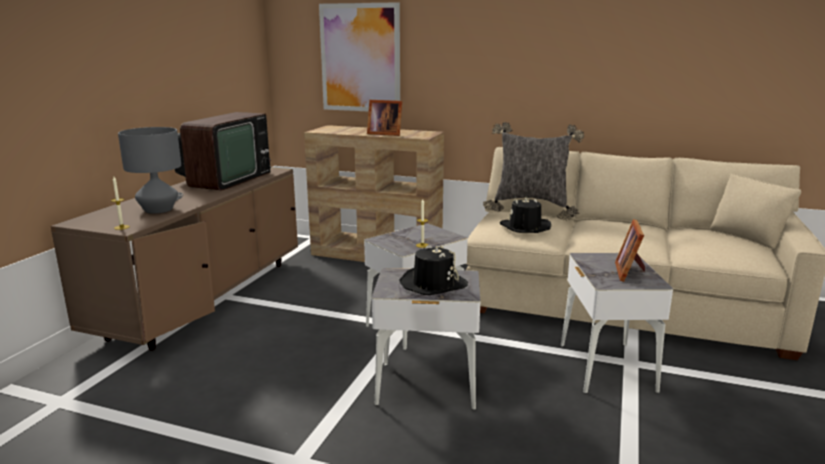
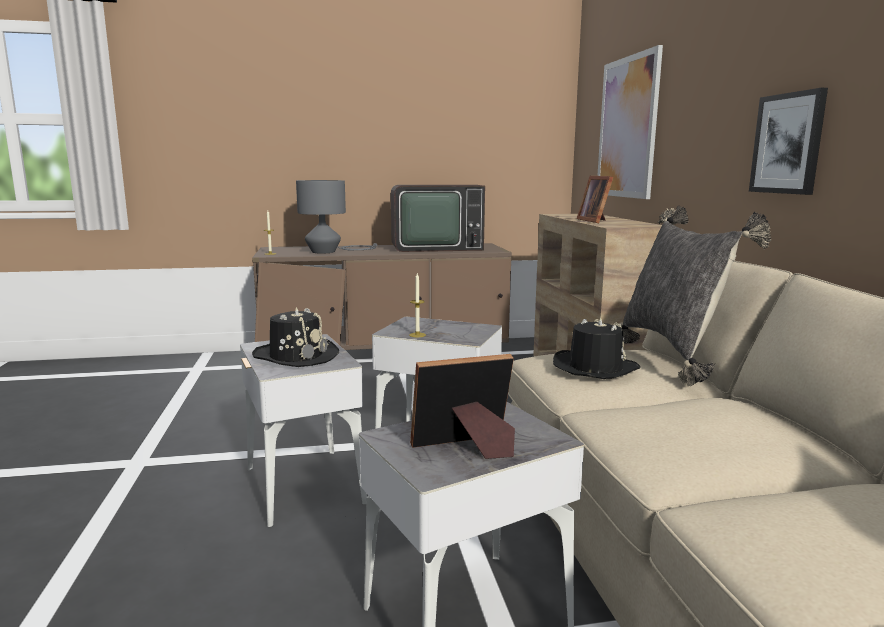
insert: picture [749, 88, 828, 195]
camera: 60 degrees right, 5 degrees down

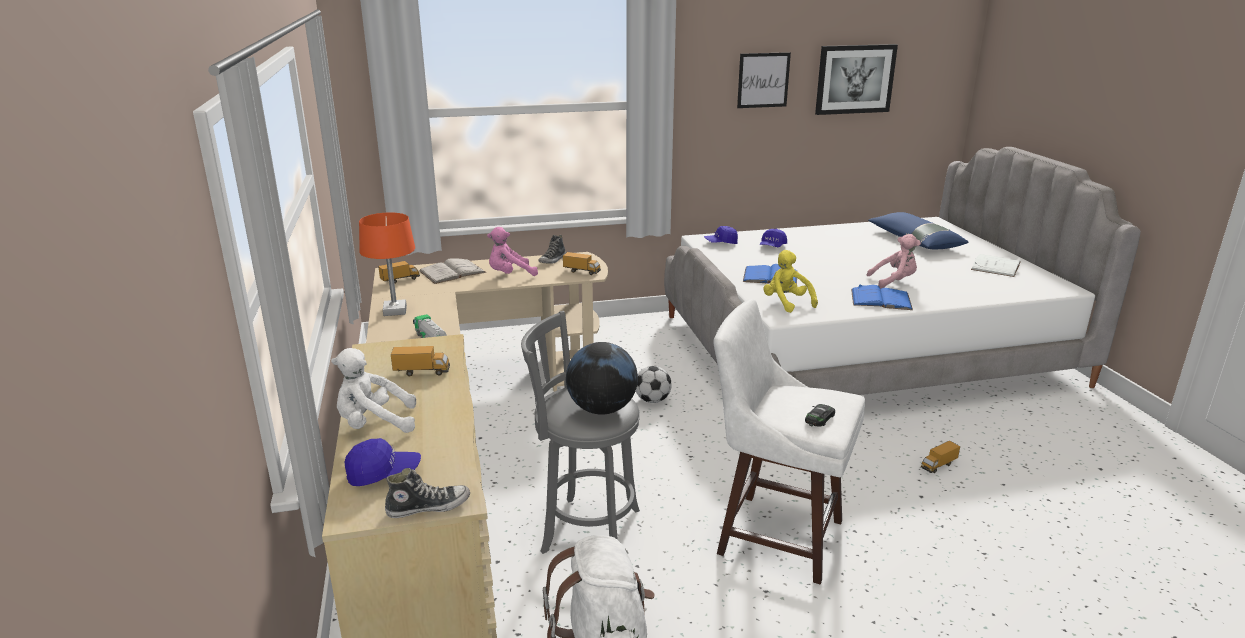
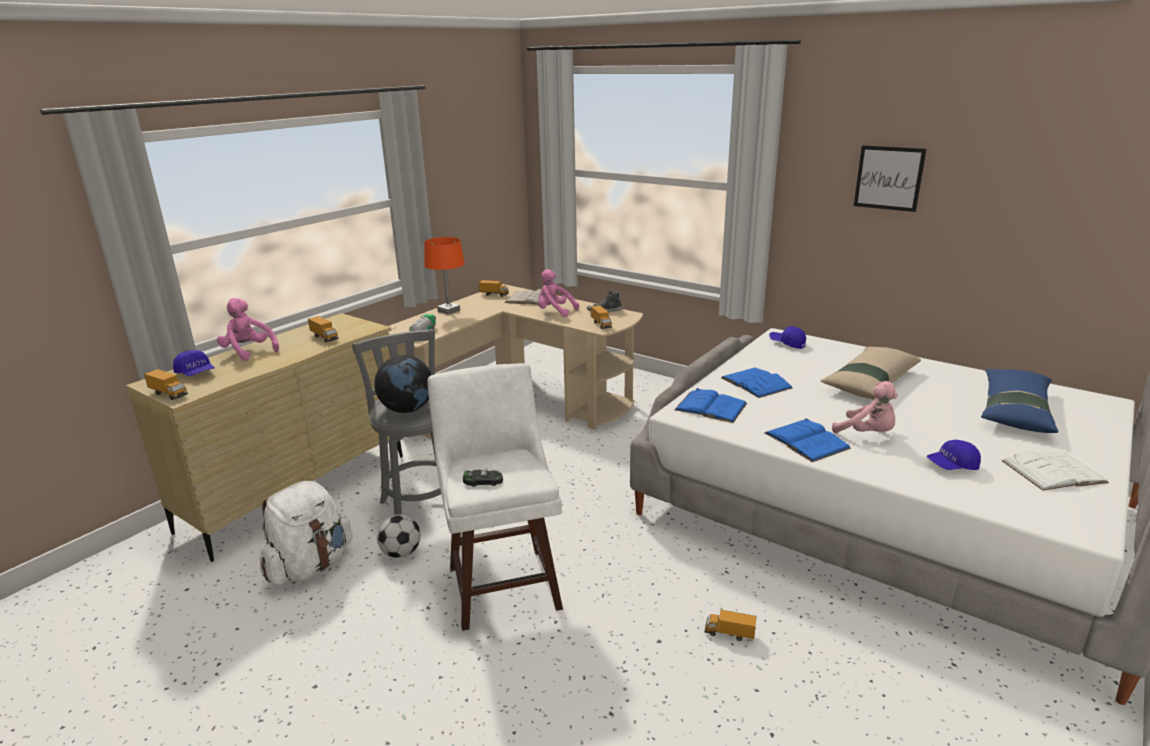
delete: picture [815, 44, 898, 115]
insert: pillow/beige [821, 346, 921, 399]
move: football [636, 366, 672, 403] to [377, 514, 421, 558]; cap/blue [760, 229, 787, 247] to [926, 440, 981, 470]
replace: shoe [385, 468, 470, 518] to toy truck [144, 369, 188, 400]; plush toy/yellow [763, 250, 818, 313] to book/blue [674, 388, 747, 423]
recolor: plush toy/white [331, 348, 416, 433] to plush toy/pink [217, 298, 279, 361]
camera: 50 degrees right, 0 degrees up

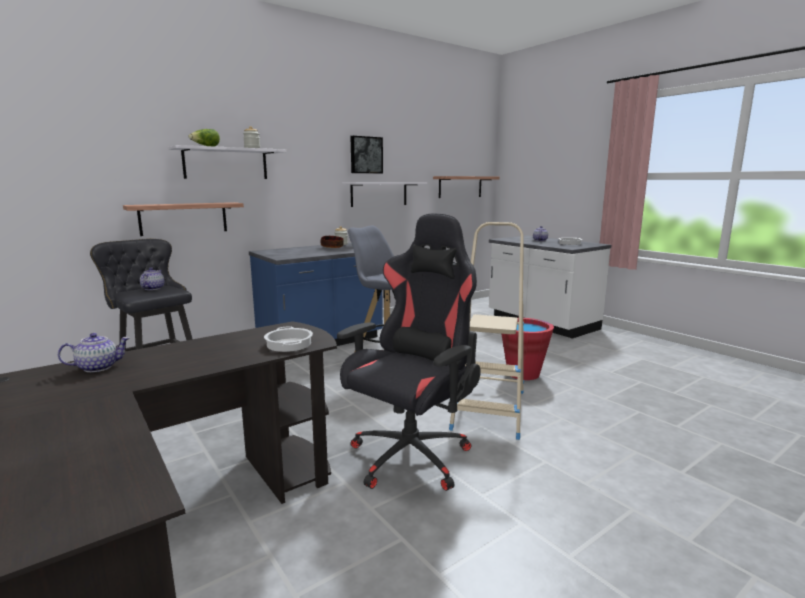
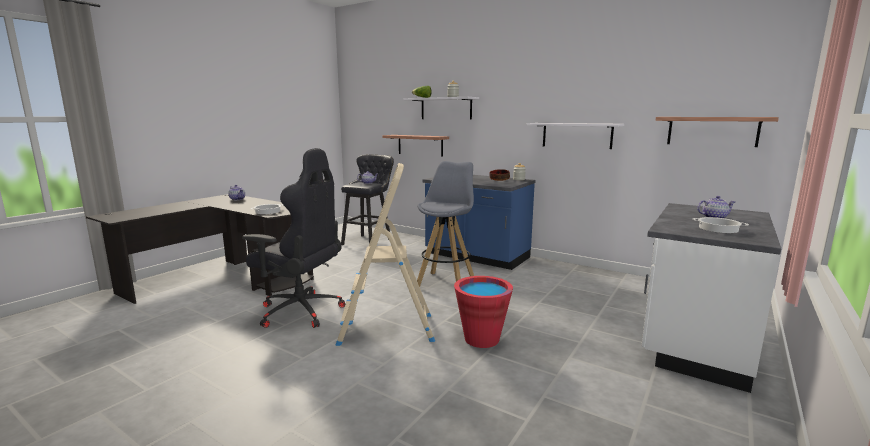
delete: picture [350, 136, 383, 174]
camera: 70 degrees right, 0 degrees up

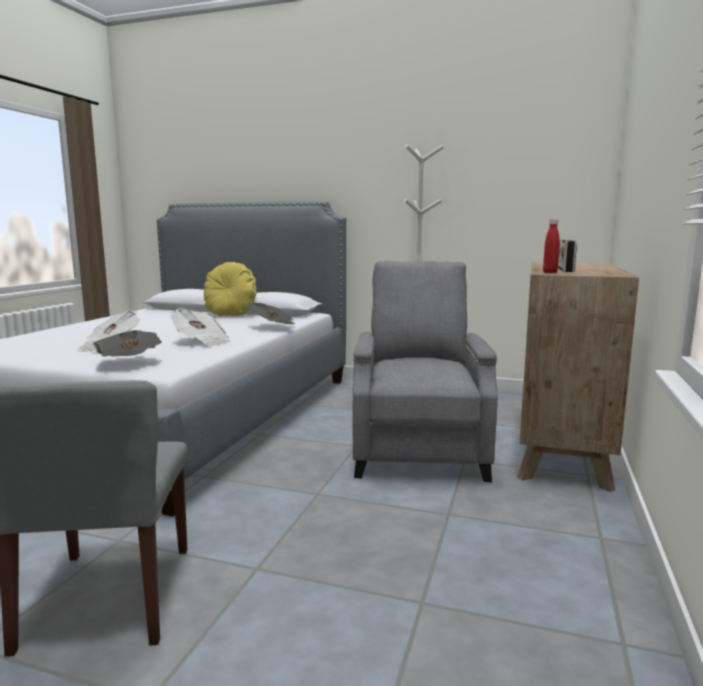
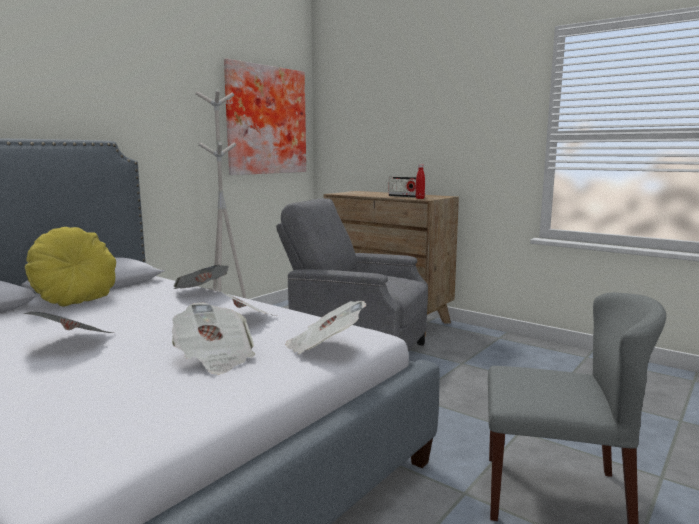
insert: newspaper [24, 312, 115, 333]; picture [224, 58, 306, 175]
camera: 70 degrees left, 0 degrees up

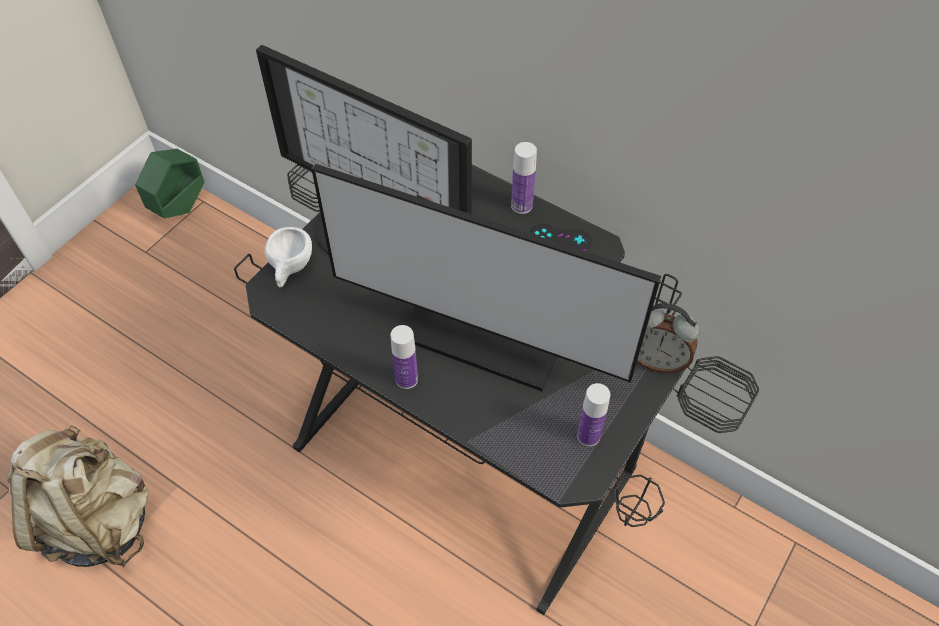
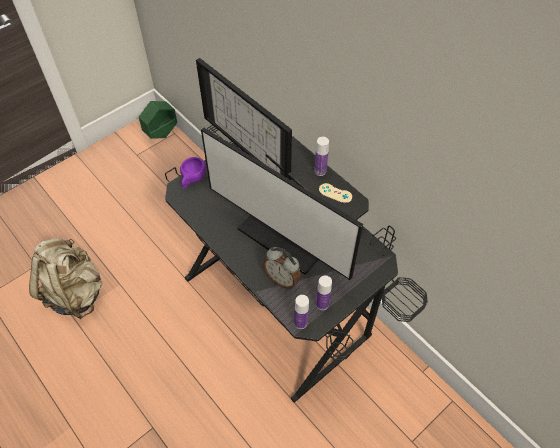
move: alarm clock [637, 303, 700, 373] to [263, 247, 301, 289]; bottle [390, 325, 418, 389] to [294, 295, 309, 329]
recolor: cup/white [265, 227, 312, 287] to cup/purple [180, 157, 206, 189]; game controller/black [530, 224, 592, 251] to game controller/beige [319, 183, 352, 203]
camera: 15 degrees right, 0 degrees up

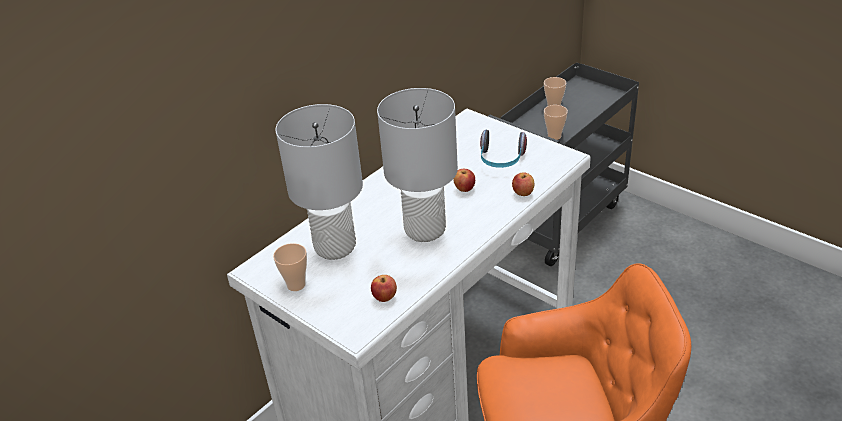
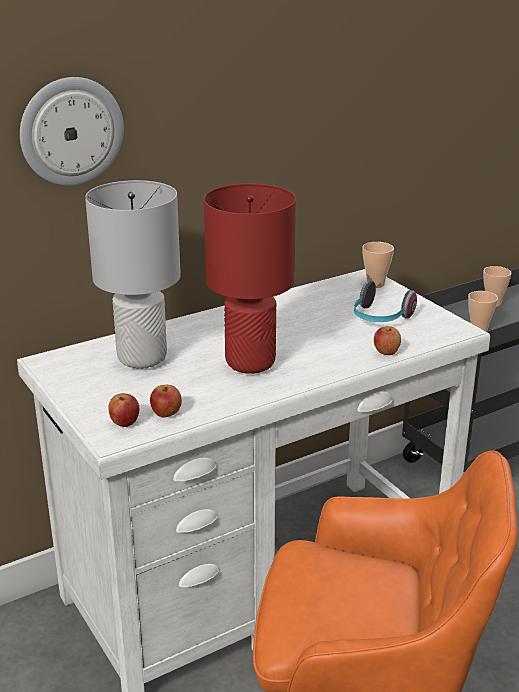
insert: wall clock [20, 77, 124, 186]
move: apple [453, 169, 475, 192] to [108, 393, 139, 427]; cup [273, 243, 307, 291] to [362, 242, 394, 288]
recolor: table lamp/grey [377, 88, 458, 242] to table lamp/red [204, 183, 296, 374]
camera: 15 degrees right, 10 degrees down

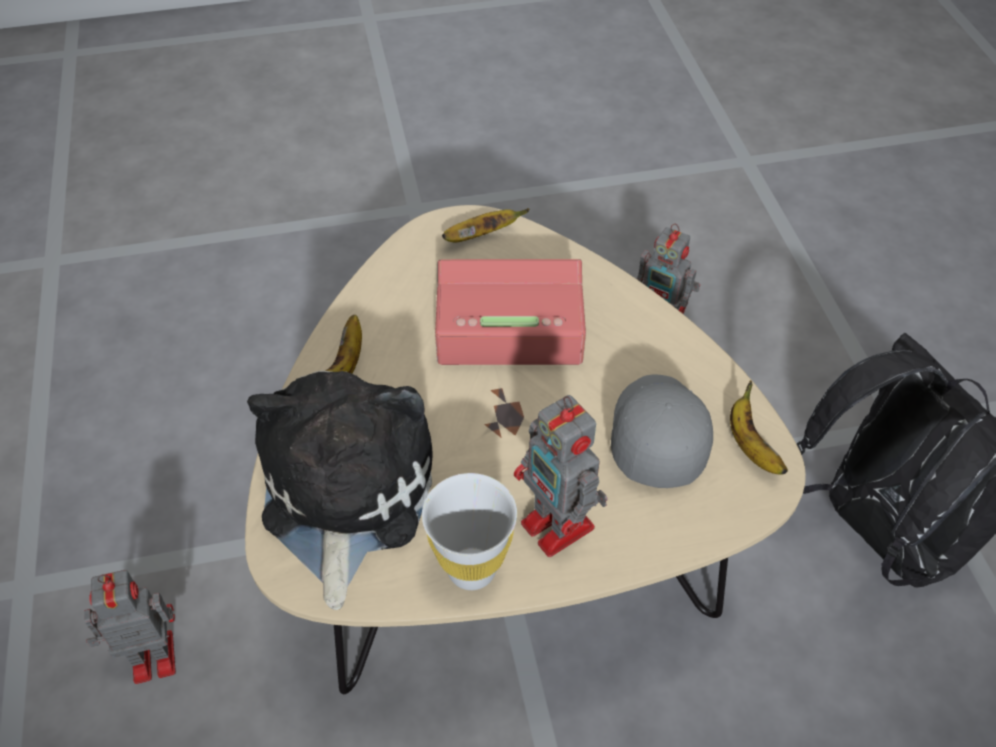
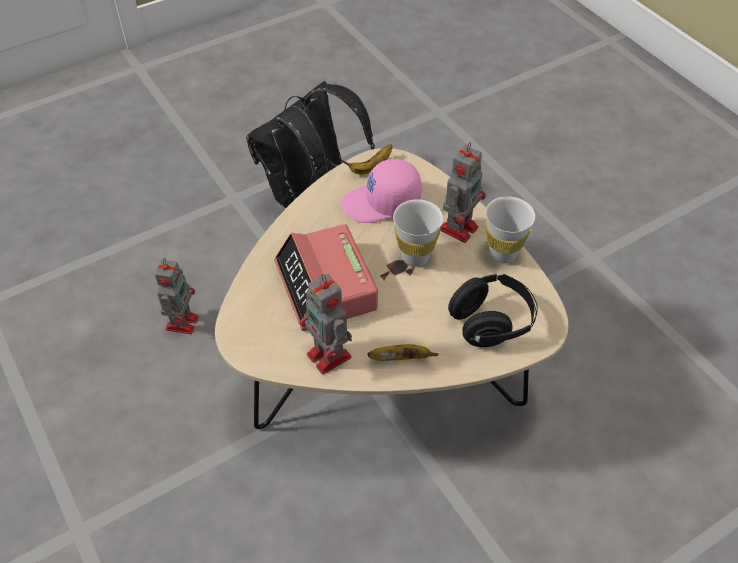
delete: banana [442, 208, 530, 242]
insert: cup/white [393, 199, 443, 267]
move: toy robot [84, 570, 176, 684] to [300, 274, 352, 374]
replace: plush toy [247, 371, 433, 610] to headphones/black [448, 274, 538, 347]
recolor: cap/grey [611, 375, 713, 488] to cap/pink [341, 159, 422, 223]
camera: 110 degrees left, 0 degrees up

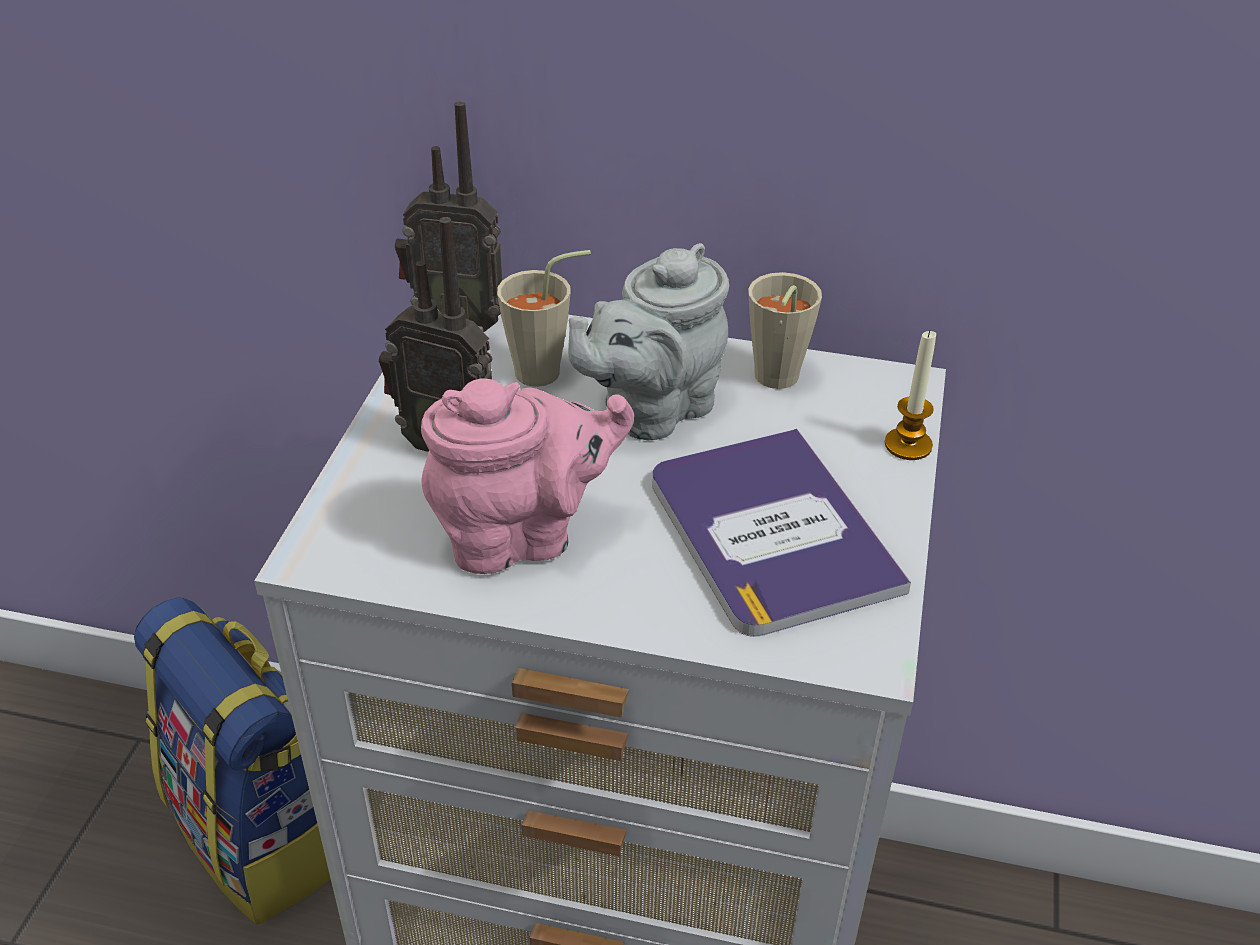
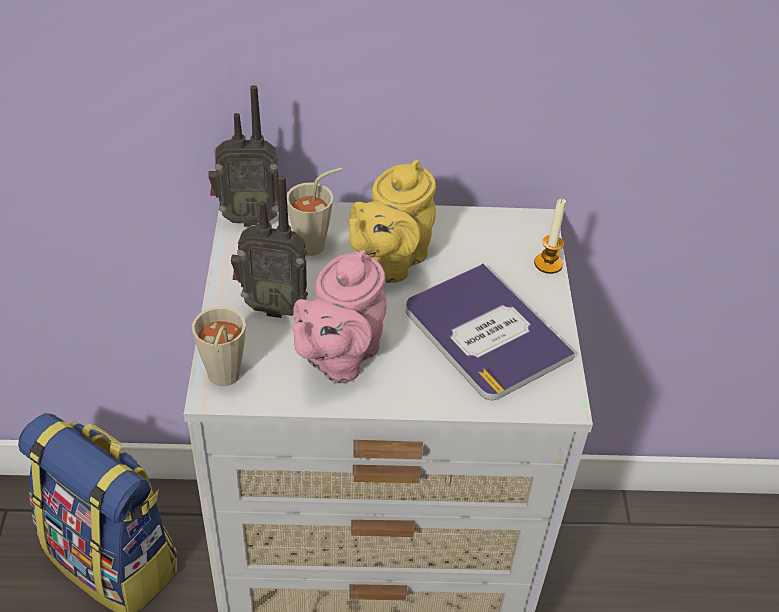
move: cup/beige [748, 272, 822, 389] to [192, 306, 246, 386]
recolor: teapot/grey [568, 243, 729, 440] to teapot/yellow [349, 160, 436, 283]
rotate: teapot/pink [421, 378, 634, 574] = [292, 250, 387, 383] 150 degrees clockwise
camera: 15 degrees left, 5 degrees up

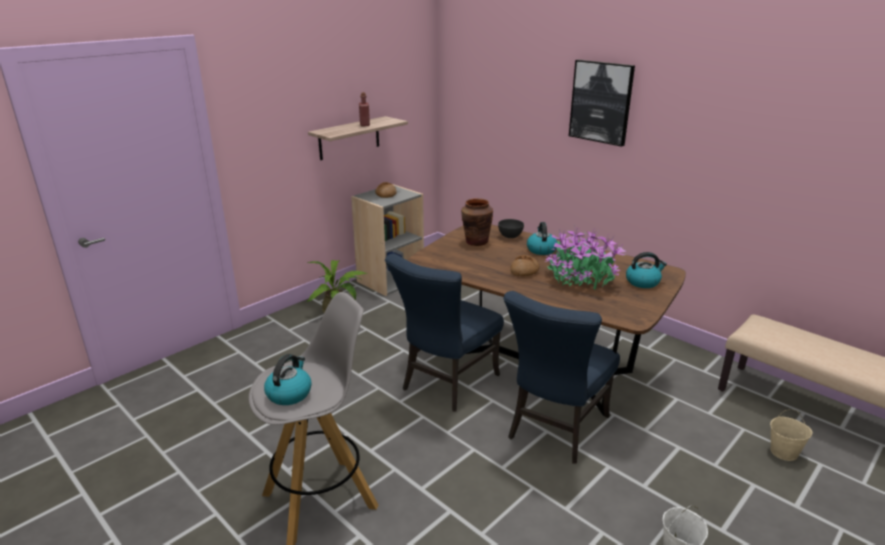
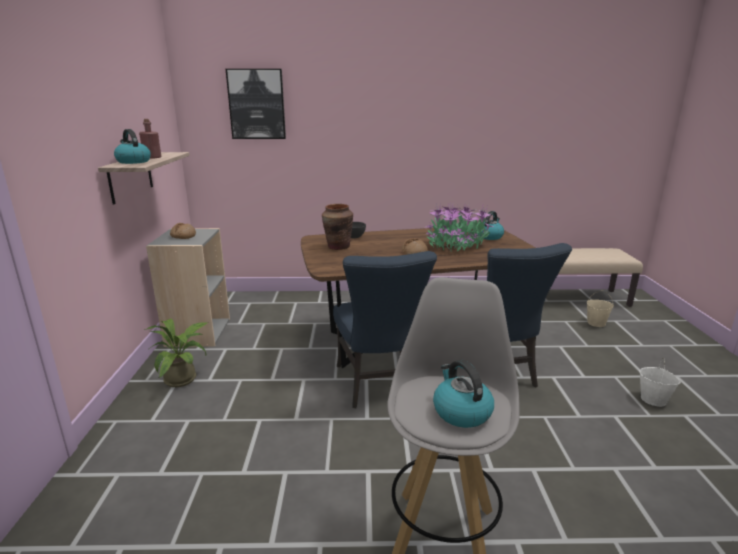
move: kettle [527, 222, 557, 255] to [114, 129, 151, 164]; picture [569, 60, 635, 147] to [226, 69, 286, 139]
camera: 45 degrees left, 5 degrees down

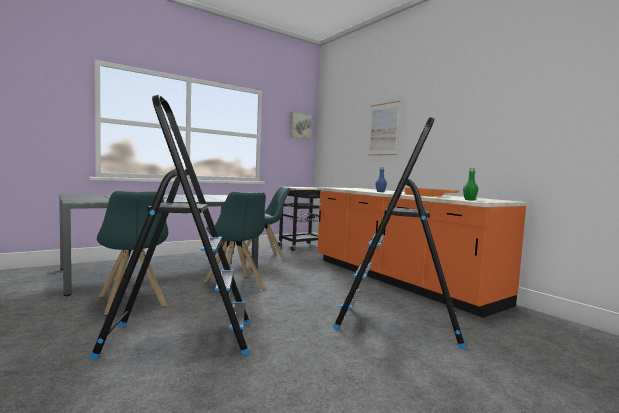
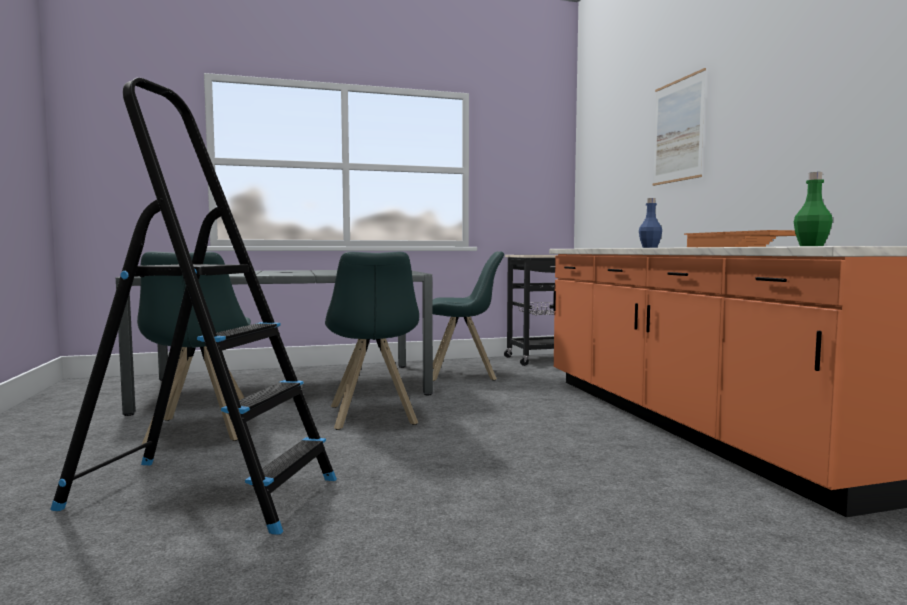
delete: picture [289, 112, 313, 140]; step ladder/black [333, 117, 466, 349]
camera: 20 degrees right, 0 degrees up

